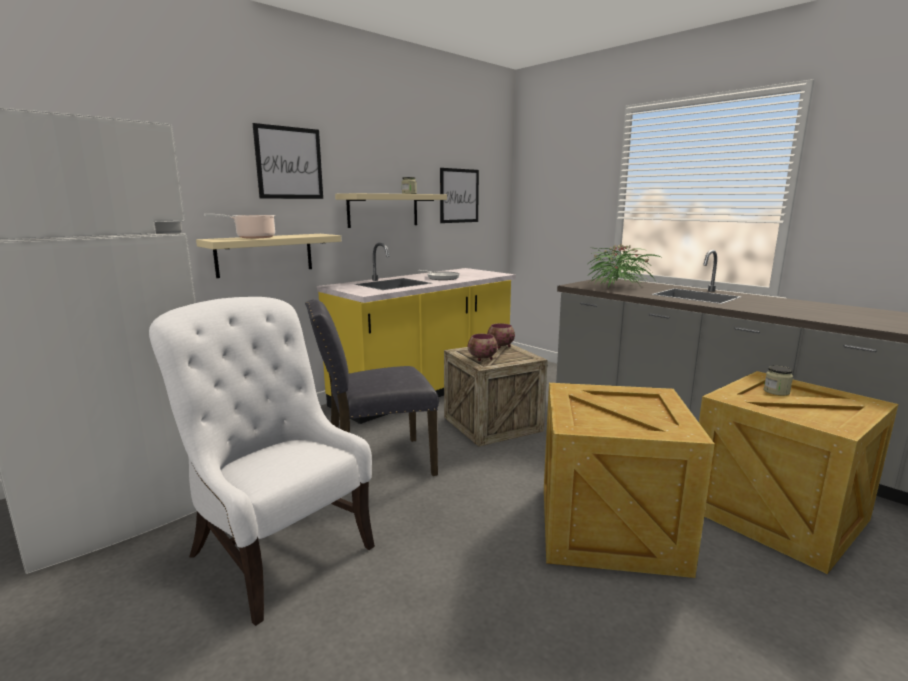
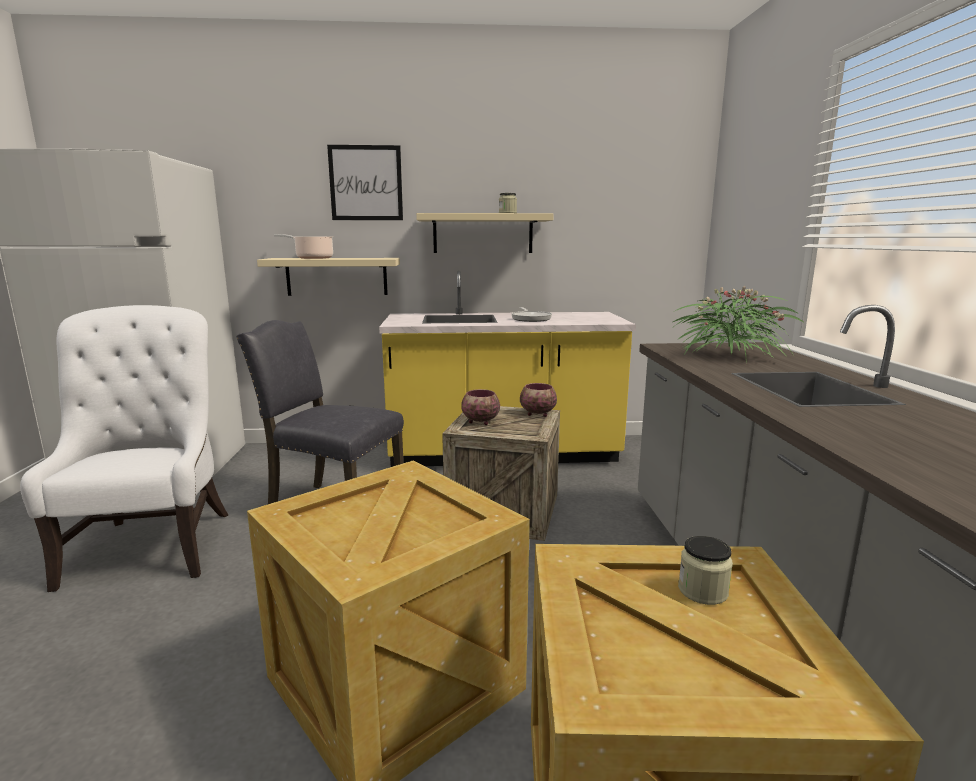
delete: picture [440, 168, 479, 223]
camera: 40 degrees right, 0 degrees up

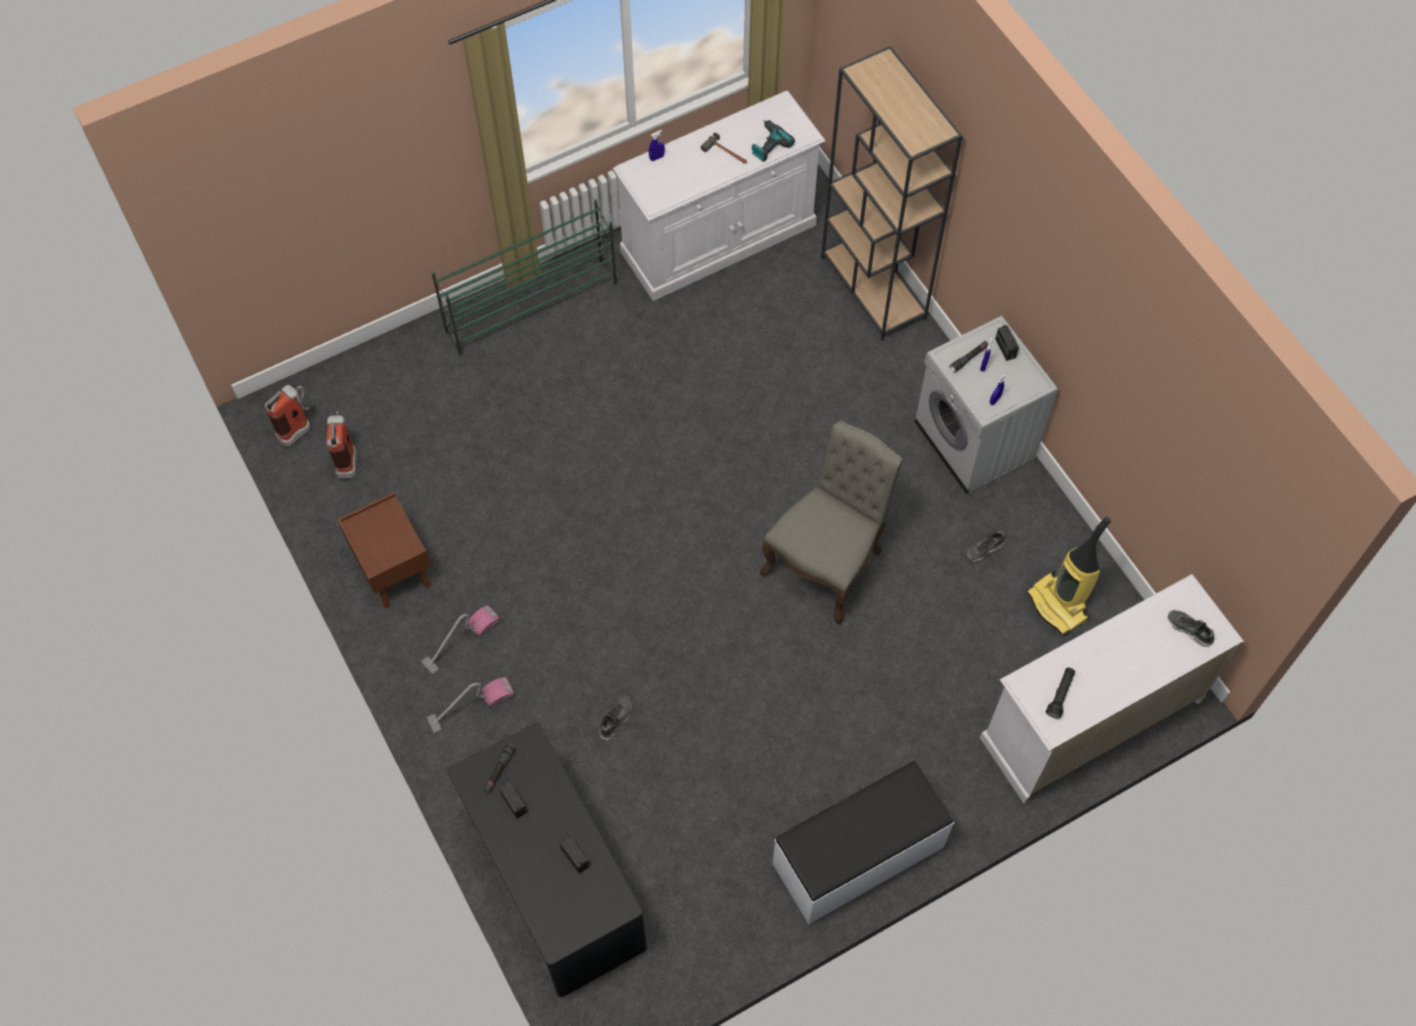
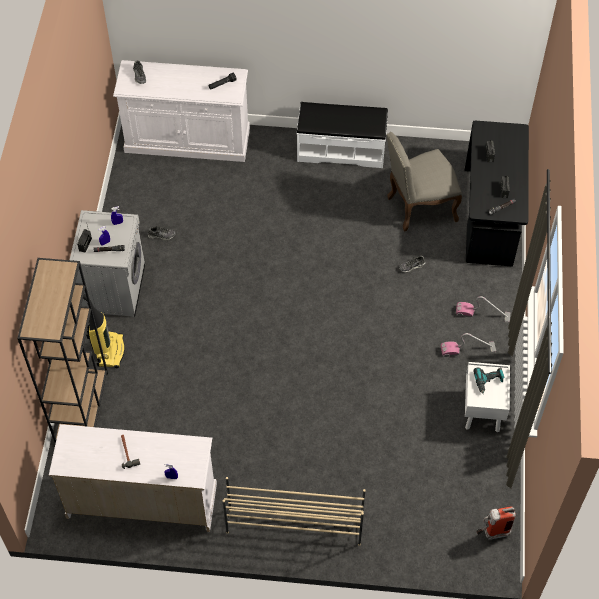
delete: fire extinguisher [326, 411, 357, 479]
move: vacuum cleaner [1027, 517, 1111, 636] to [83, 294, 125, 368]; chair/grey [760, 421, 903, 625] to [387, 132, 462, 231]; power drill [752, 120, 795, 162] to [473, 367, 505, 394]
recolor: shoe rack/green [431, 199, 617, 357] to shoe rack/beige [223, 477, 366, 546]; nightstand/brown [337, 492, 431, 608] to nightstand/white [465, 362, 510, 432]
camera: 145 degrees left, 5 degrees down

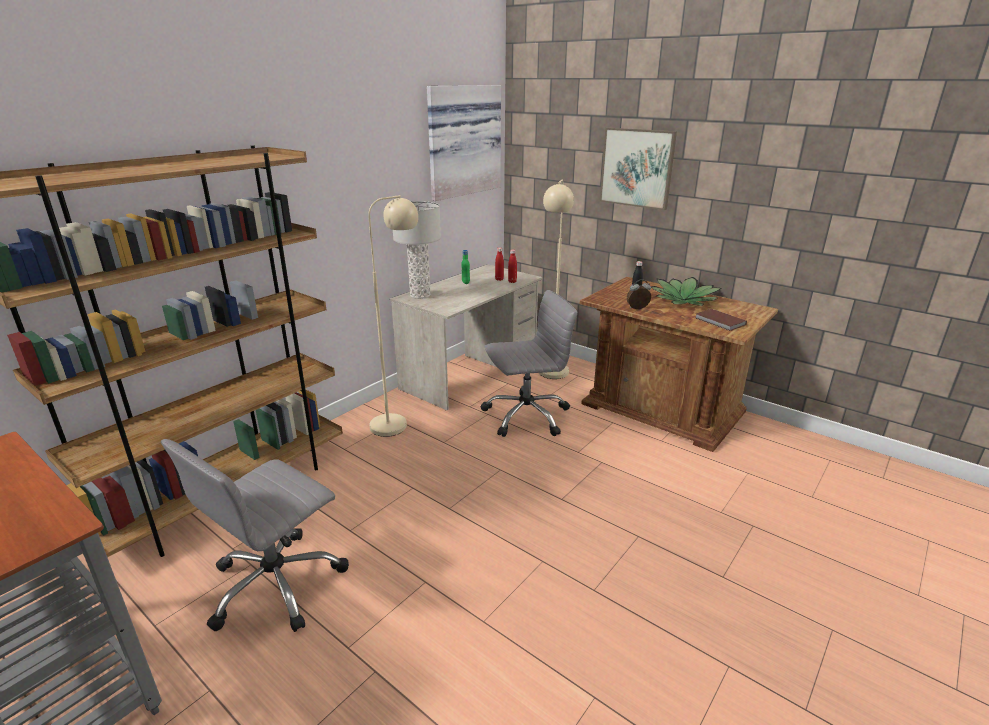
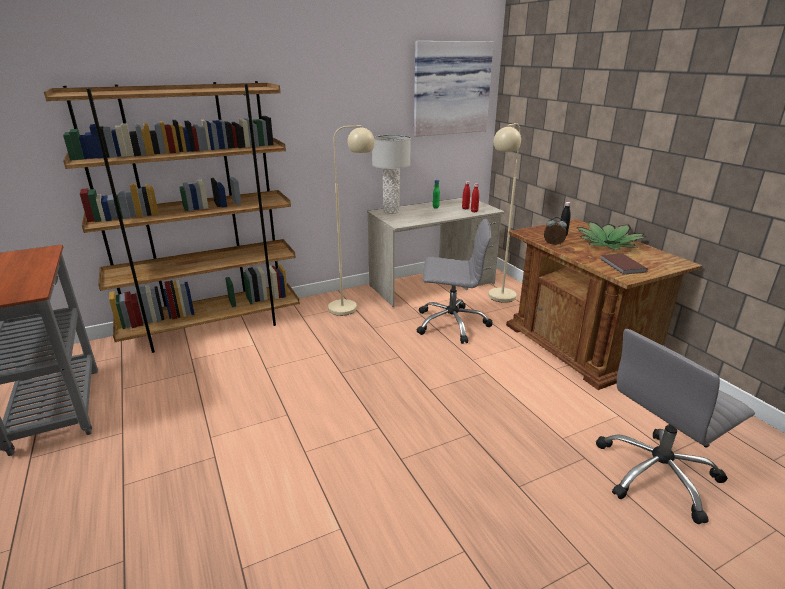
delete: picture [600, 128, 677, 210]
move: office chair/grey [161, 439, 349, 632] to [596, 329, 755, 524]
camera: 25 degrees right, 0 degrees up

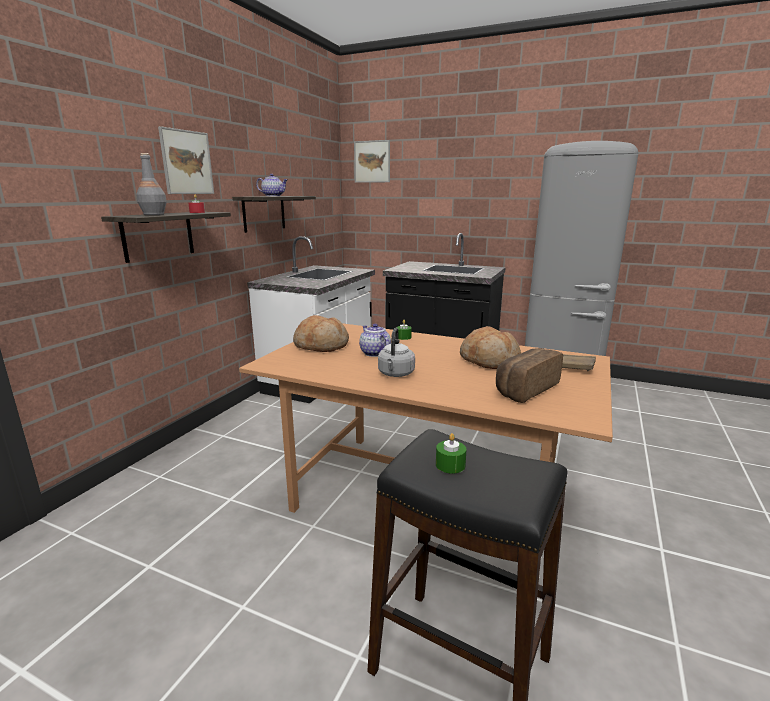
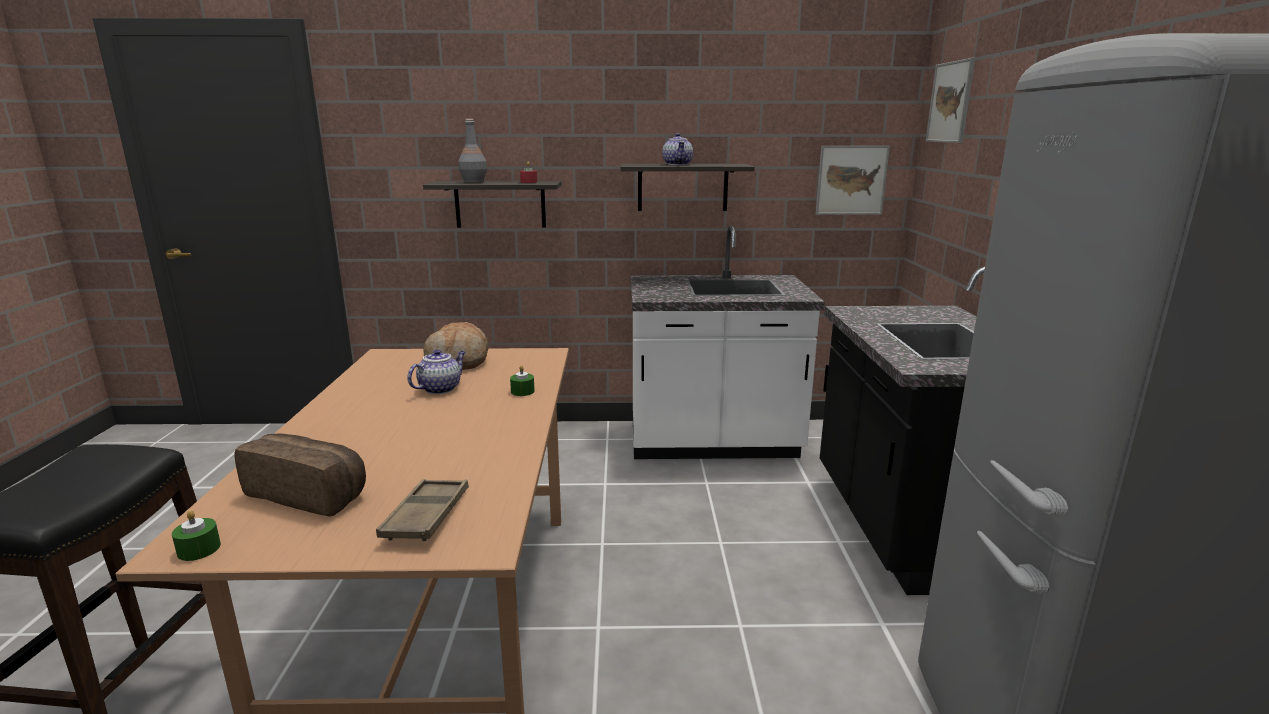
delete: kettle/grey [378, 328, 415, 377]; bread [460, 326, 521, 369]
move: candle/green [436, 433, 467, 474] to [172, 510, 221, 561]; picture [158, 126, 214, 194] to [816, 146, 890, 215]
camera: 65 degrees right, 0 degrees up

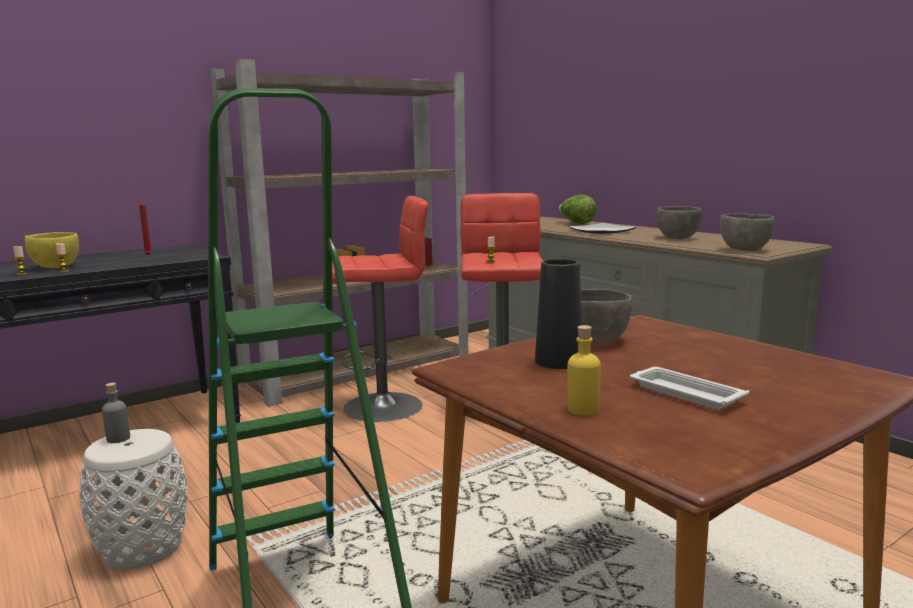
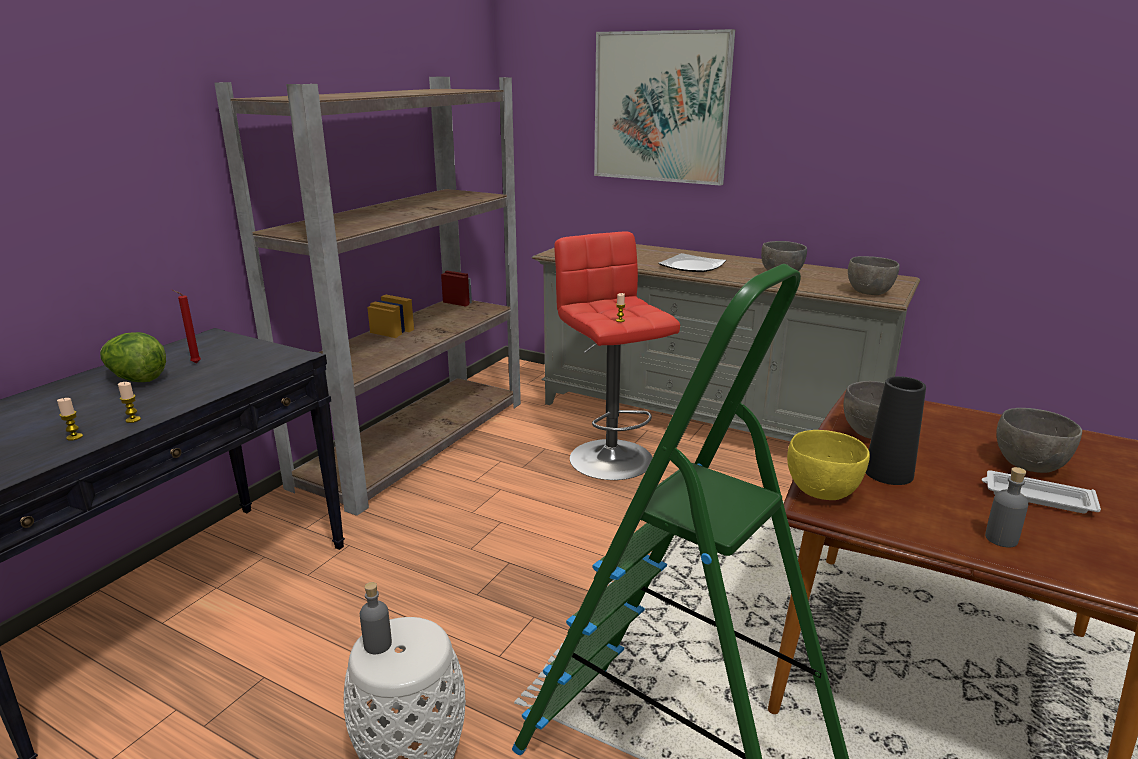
delete: stool/red [332, 196, 429, 422]
insert: picture [594, 29, 735, 186]; bowl/grey [996, 408, 1082, 473]
move: lettuce [558, 194, 597, 224] to [100, 332, 166, 382]; bowl/yellow [25, 232, 79, 268] to [787, 430, 870, 500]
recolor: bottle/yellow [567, 325, 601, 415] to bottle/grey [985, 467, 1028, 547]
camera: 25 degrees left, 10 degrees up

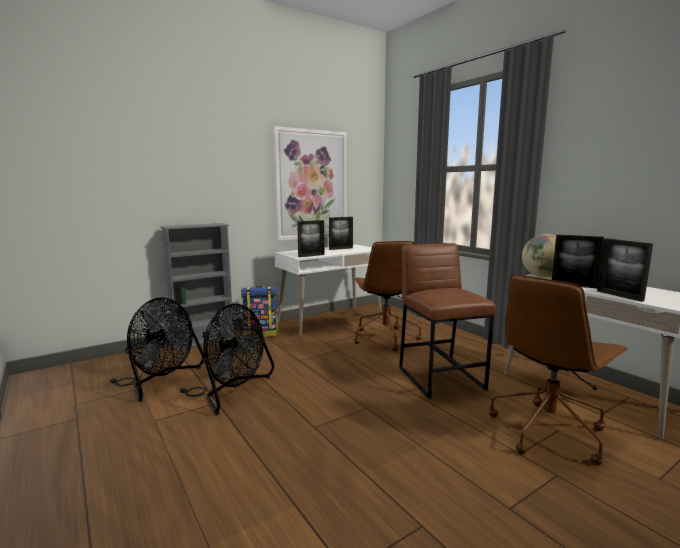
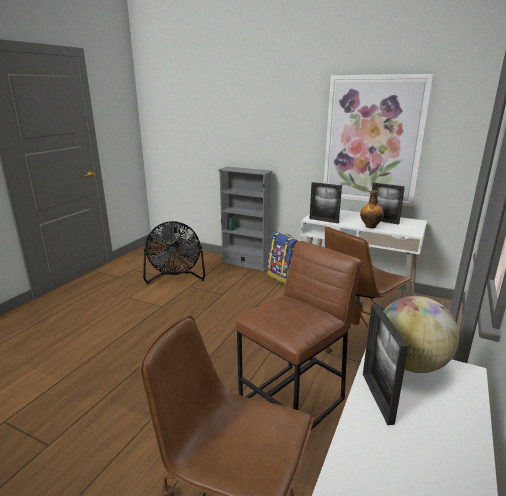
delete: fan/black [180, 304, 274, 415]; picture frame [597, 238, 653, 302]
insert: bottle [360, 190, 384, 228]
camera: 60 degrees right, 10 degrees up

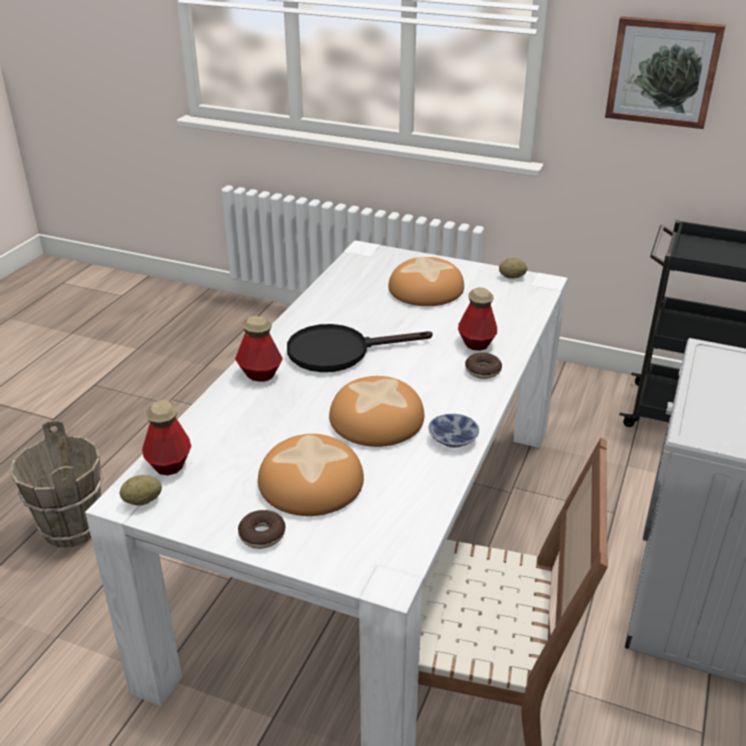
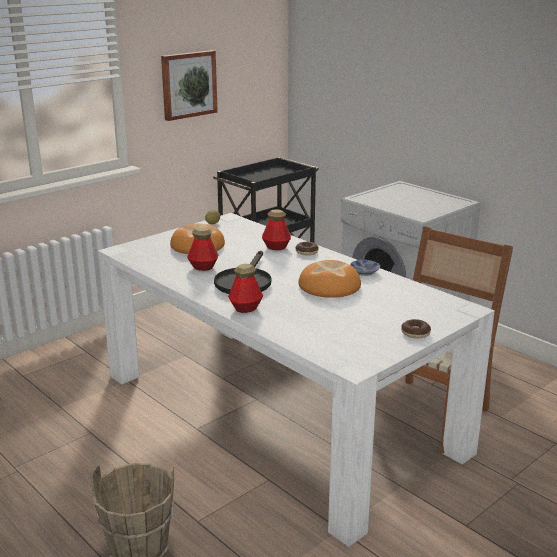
delete: potato [120, 475, 162, 506]; bread [258, 434, 364, 516]
move: bottle [142, 400, 191, 475] to [187, 227, 218, 271]
camera: 65 degrees left, 10 degrees down

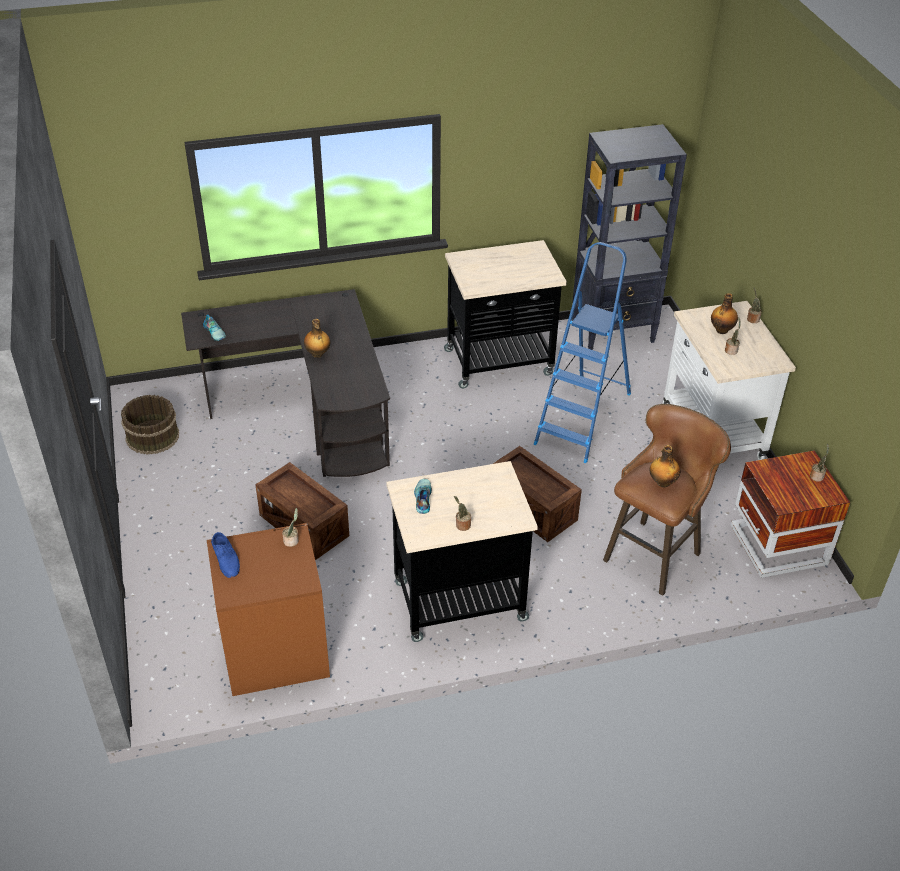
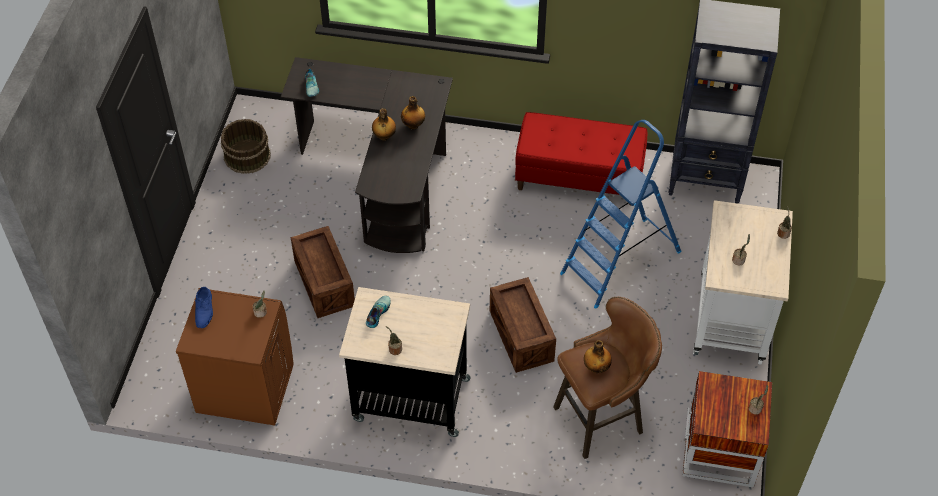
move: bottle [711, 293, 738, 334] to [401, 96, 425, 130]
replace: cart/black [444, 240, 567, 389] to bench/red [515, 112, 647, 206]
camera: 25 degrees right, 10 degrees up

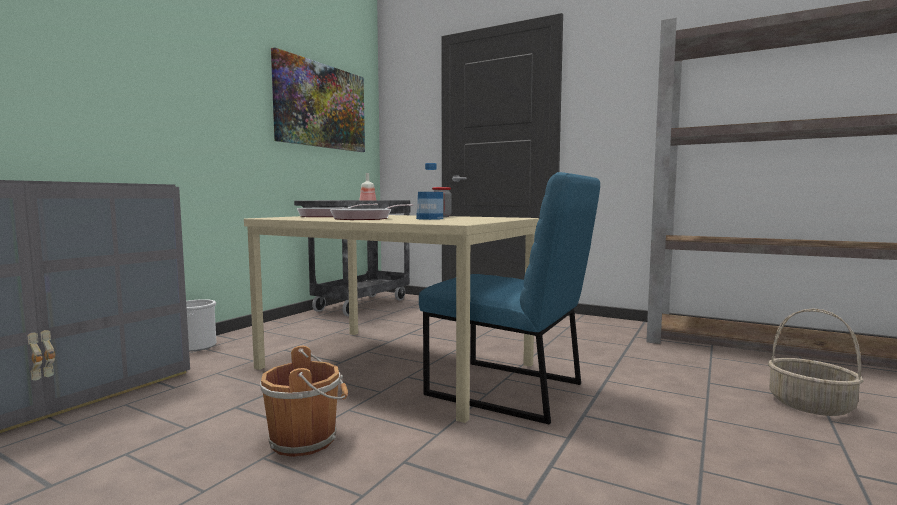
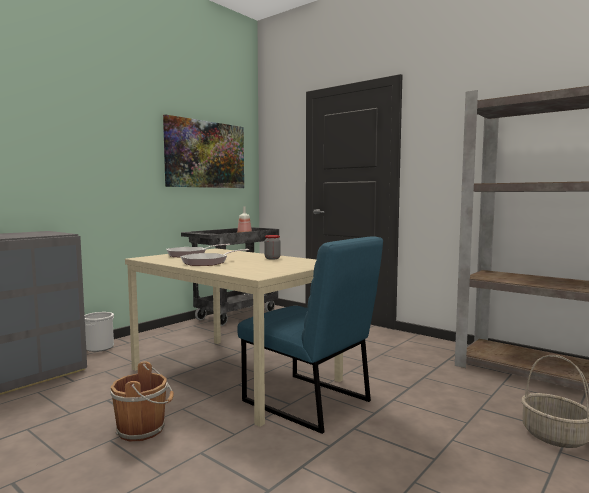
delete: bottle [416, 163, 443, 220]
camera: 10 degrees right, 0 degrees up

